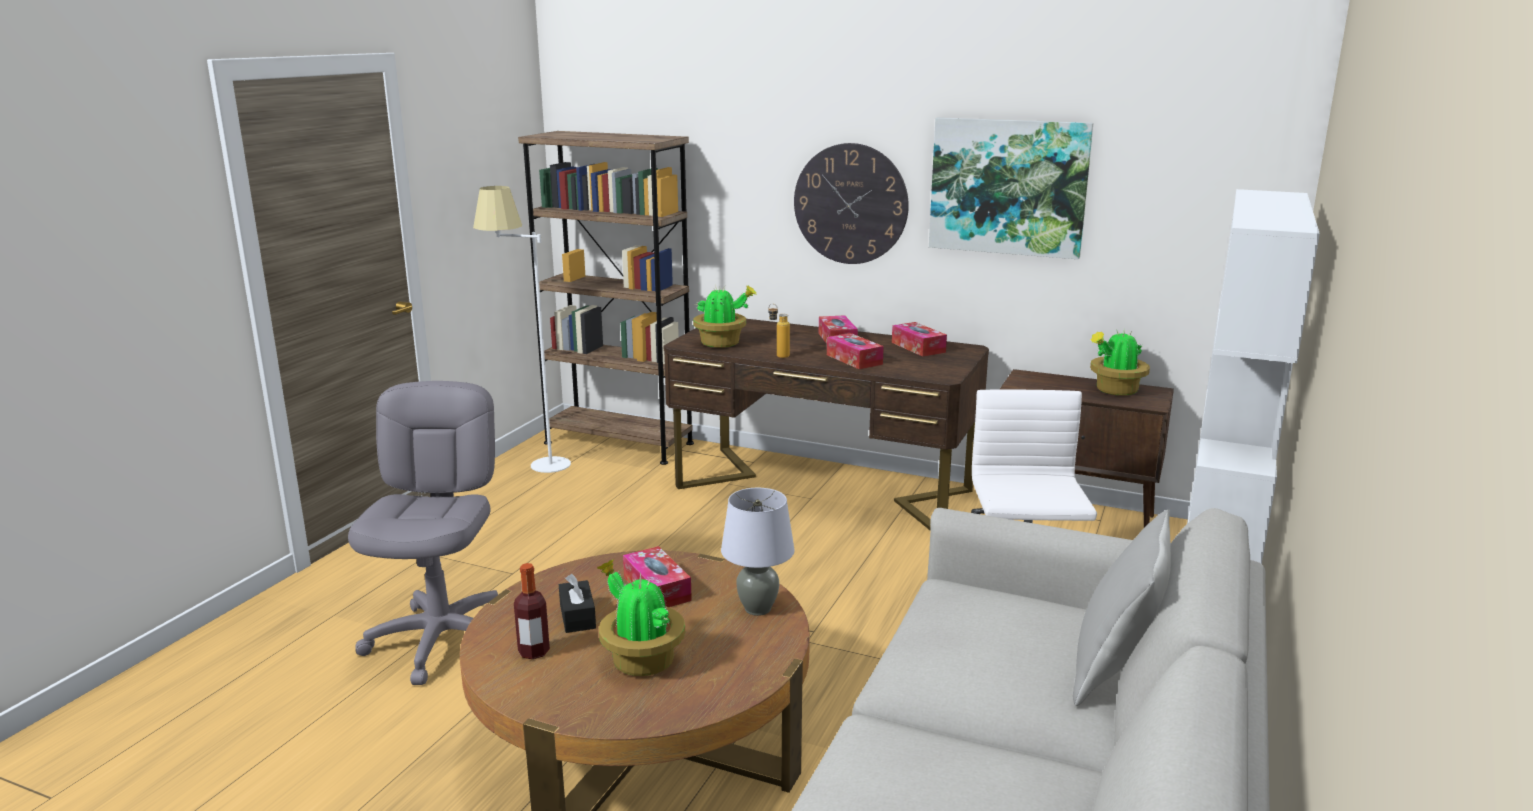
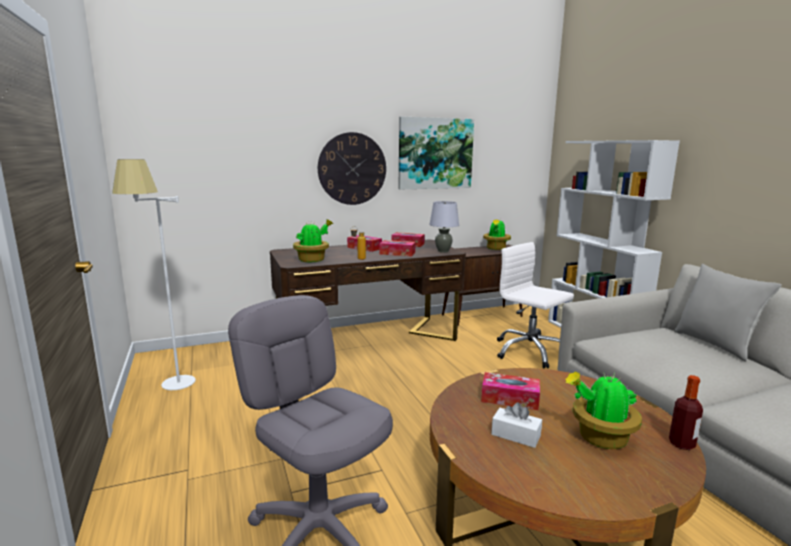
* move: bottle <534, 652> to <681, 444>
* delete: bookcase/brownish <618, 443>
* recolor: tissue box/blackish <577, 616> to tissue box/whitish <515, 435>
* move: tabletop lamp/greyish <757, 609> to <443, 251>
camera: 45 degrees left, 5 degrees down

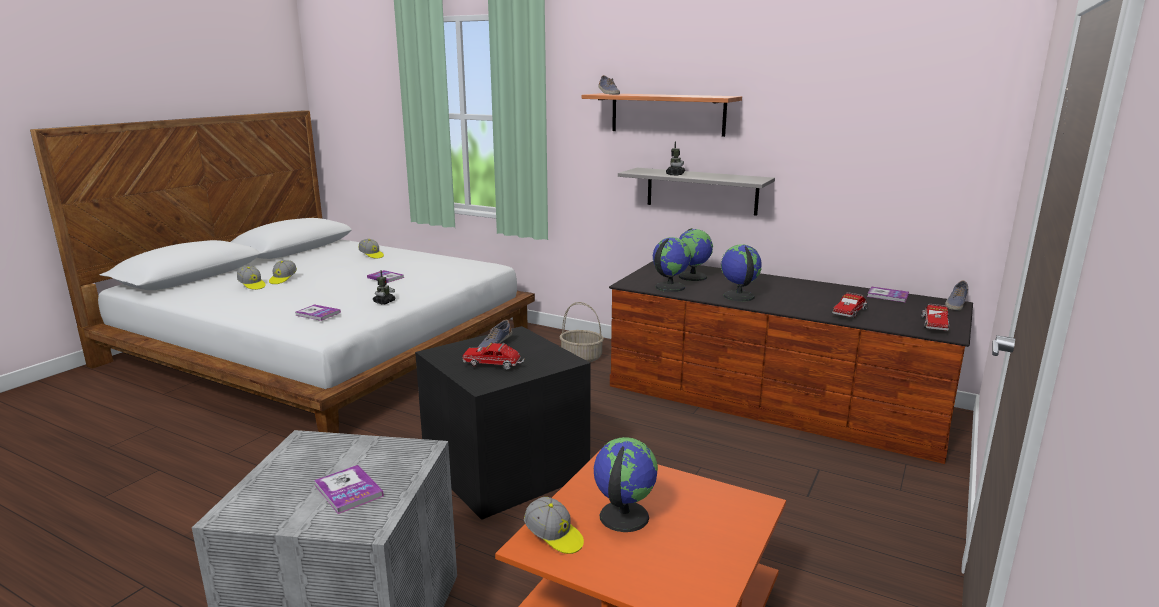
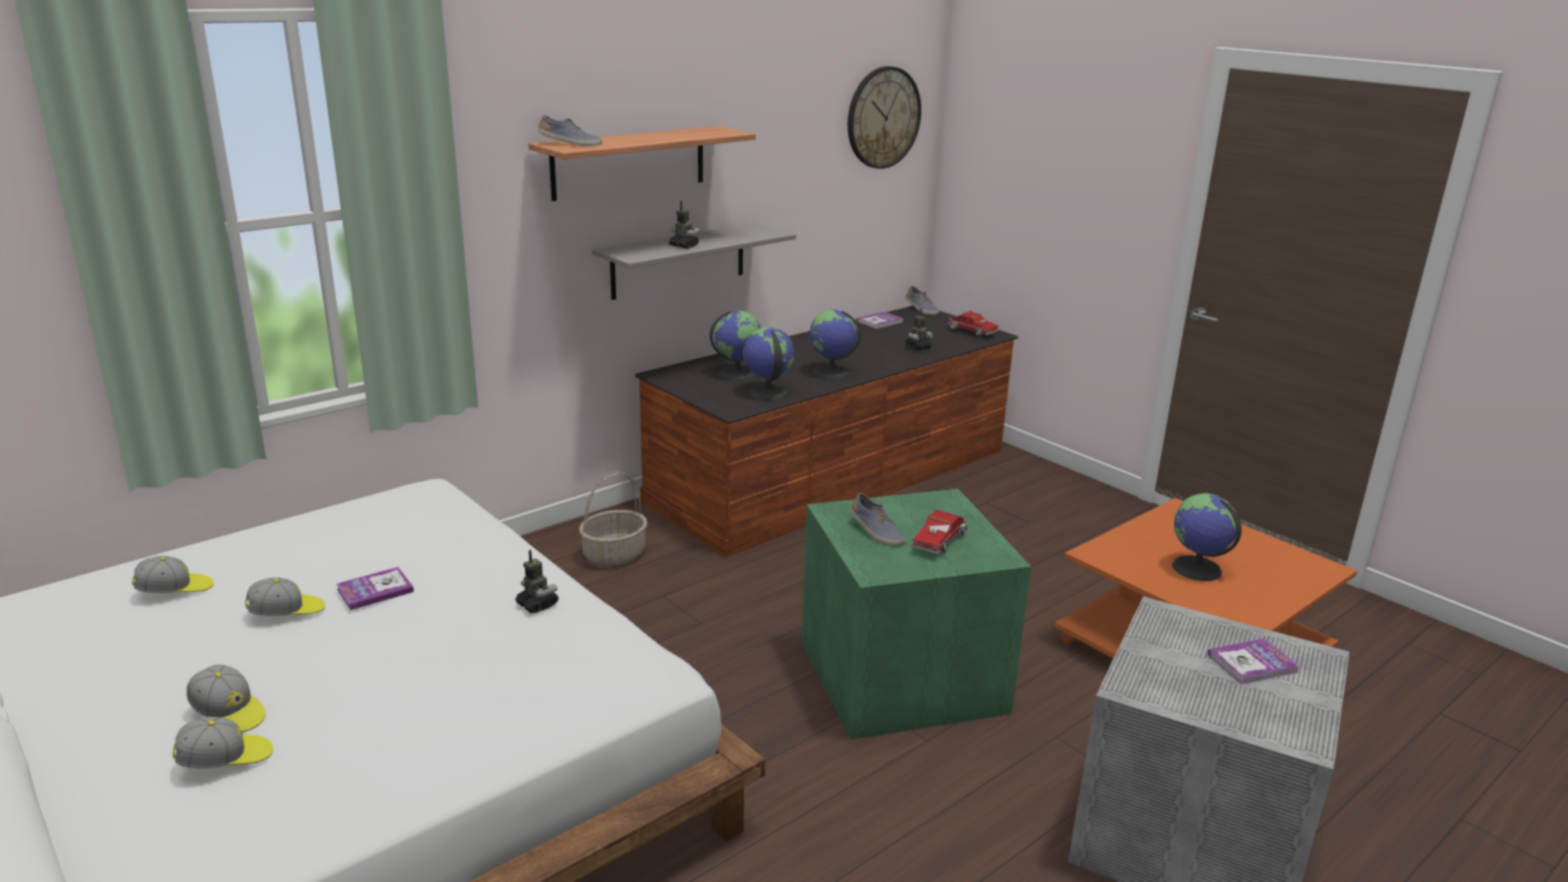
* delete: bound book <318, 314>
* recolor: storage box/blackish <508, 468> to storage box/greenish <903, 674>
* move: baseball cap <554, 537> to <287, 613>
* replace: toy truck <849, 313> to robot figure <918, 347>
* insert: clock on the wall <883, 117>
camera: 70 degrees left, 5 degrees up

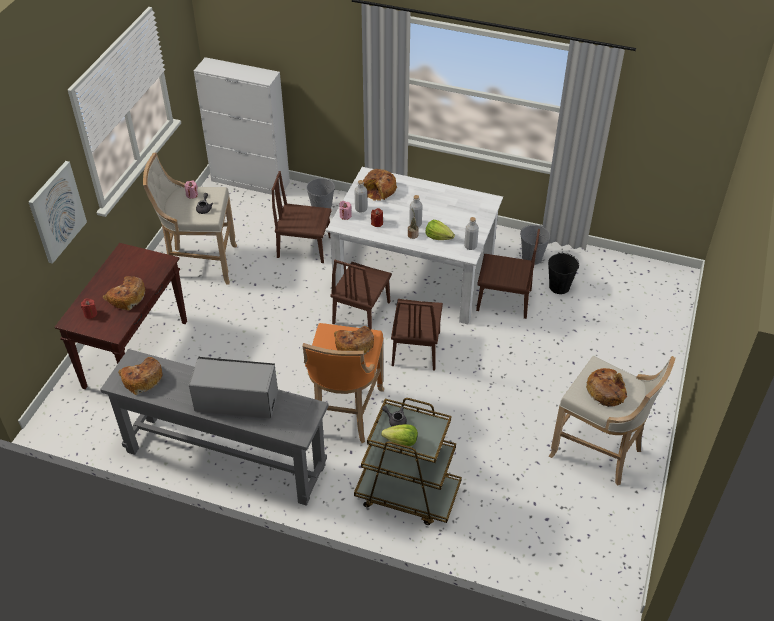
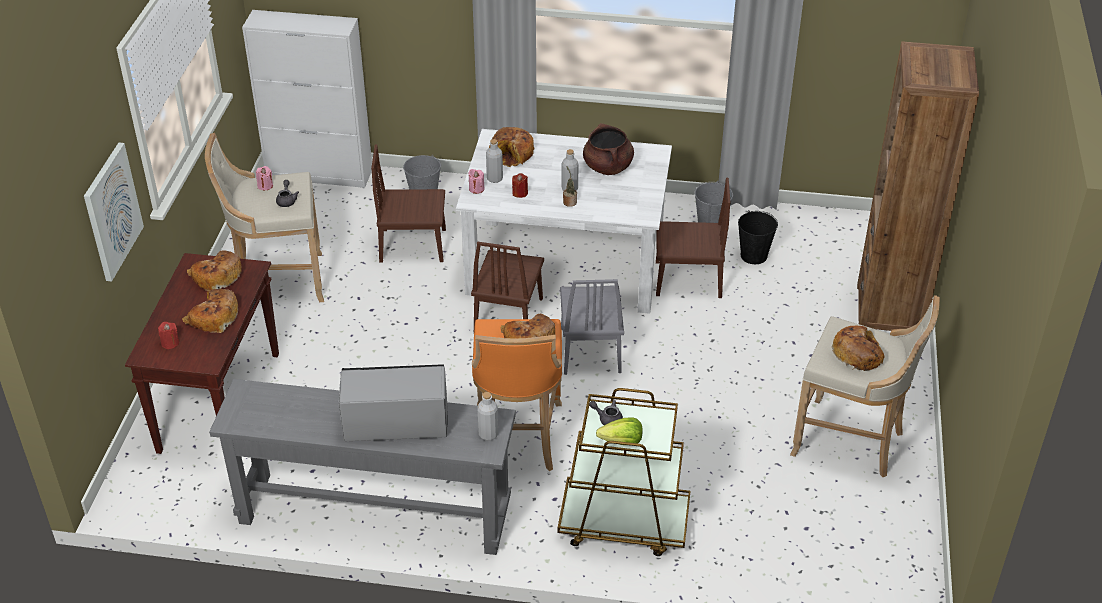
* move: bakery bread <142, 378> to <216, 276>
* recolor: upright chair/brownish <416, 348> to upright chair/greyish <590, 350>
* delete: head of lettuce <438, 237>
* move: bottle/greyish <470, 246> to <488, 434>
* insert: stockpot/brownish <608, 167>
* insert: bookcase/brownish <889, 312>
camera: 10 degrees left, 5 degrees down

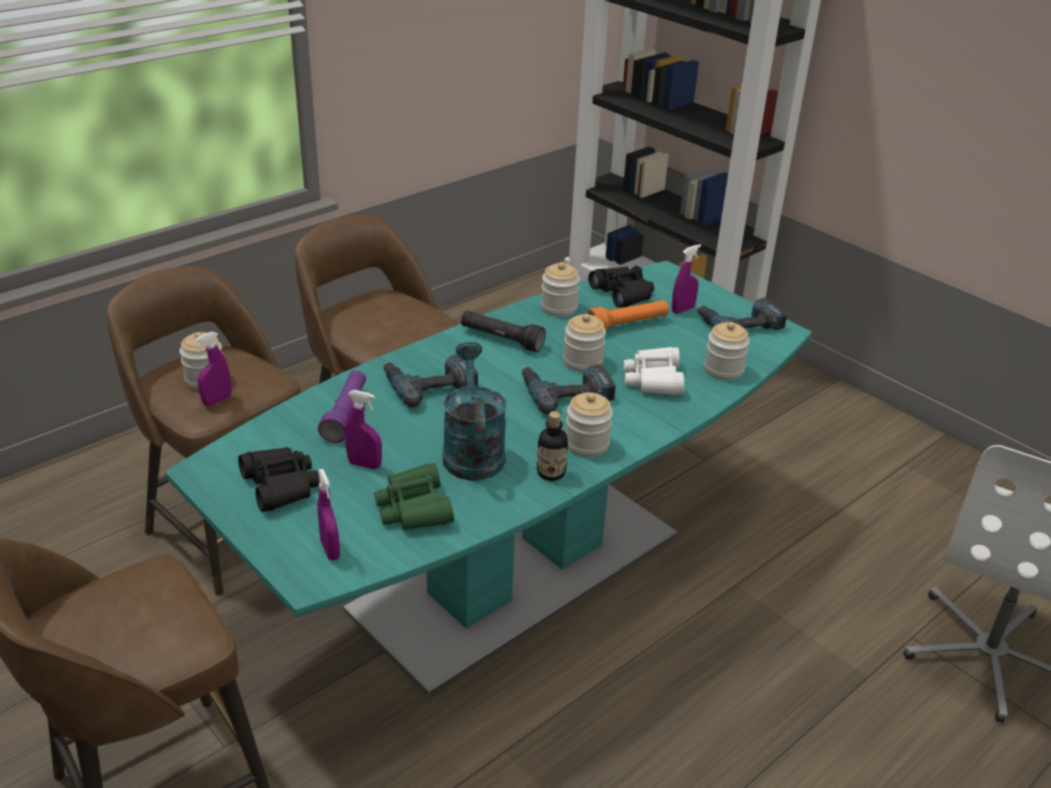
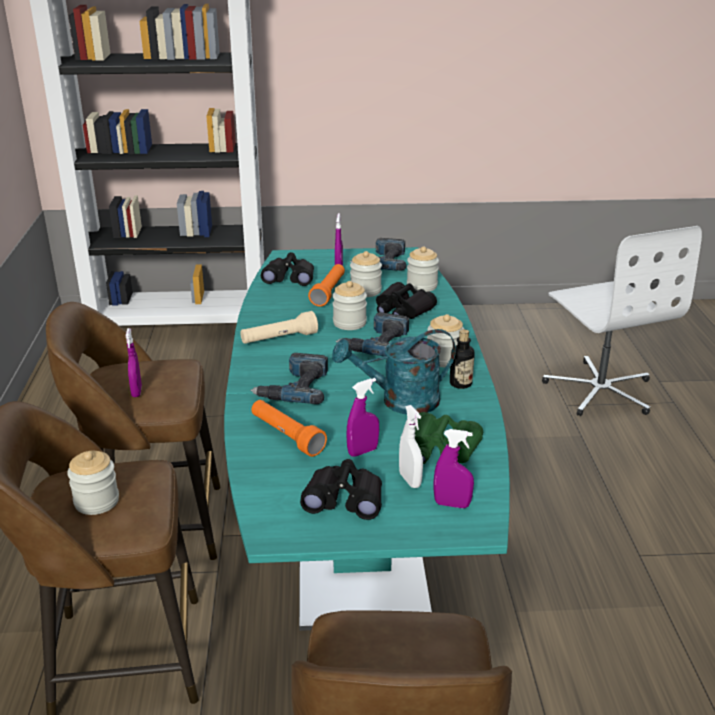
* move: hand sprayer/purple <217, 400> to <136, 391>
* recolor: torch/purple <346, 415> to torch/orange <286, 436>
* rotate: watering pot/blue-green <472, 451> = <400, 402> 45 degrees counterclockwise
* recolor: torch/blackish <501, 339> to torch/beige-coloured <279, 339>
* move: jar <559, 308> to <365, 291>
* recolor: pair of binoculars/whitish <653, 379> to pair of binoculars/blackish <402, 310>
* insert: hand sprayer/whitish <410, 480>
camera: 50 degrees left, 5 degrees down

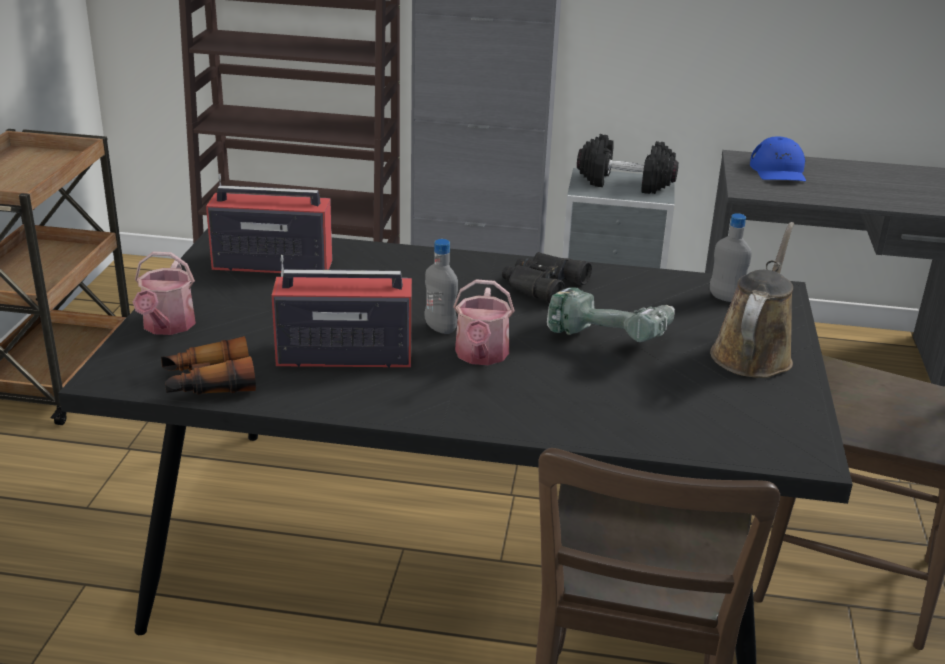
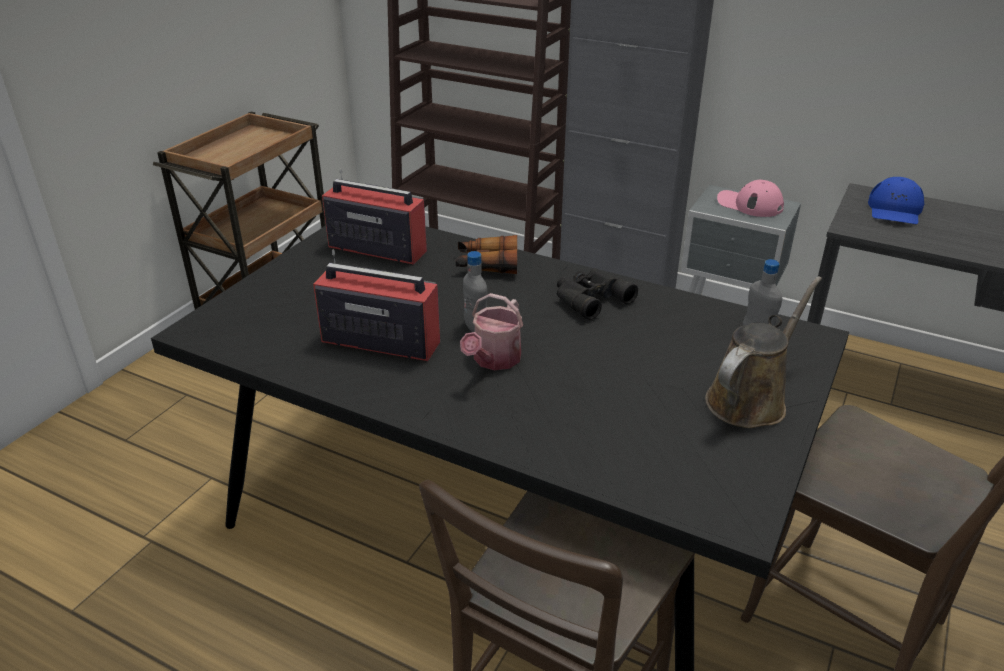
* delete: watering pot <167, 326>
* move: pair of binoculars <208, 383> to <487, 264>
* delete: power drill <610, 337>
* replace: free weight/blackish <625, 183> to baseball cap/pink-coloured <749, 204>
camera: 20 degrees right, 5 degrees up

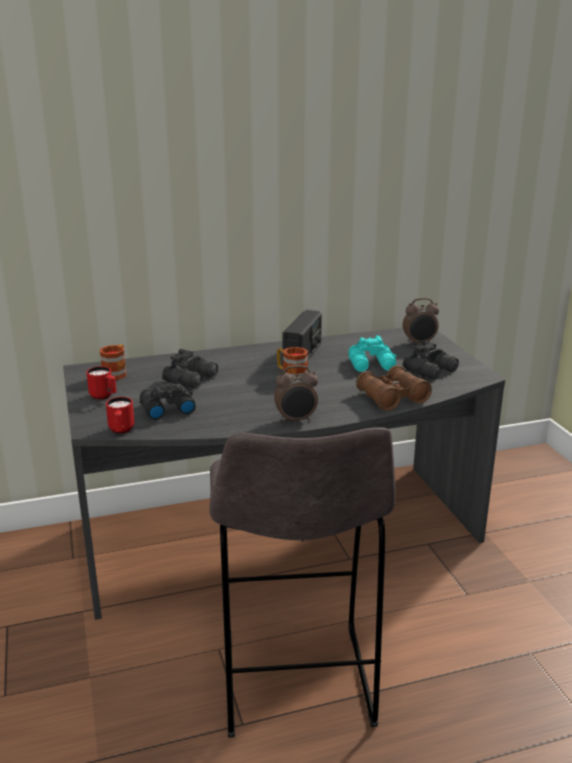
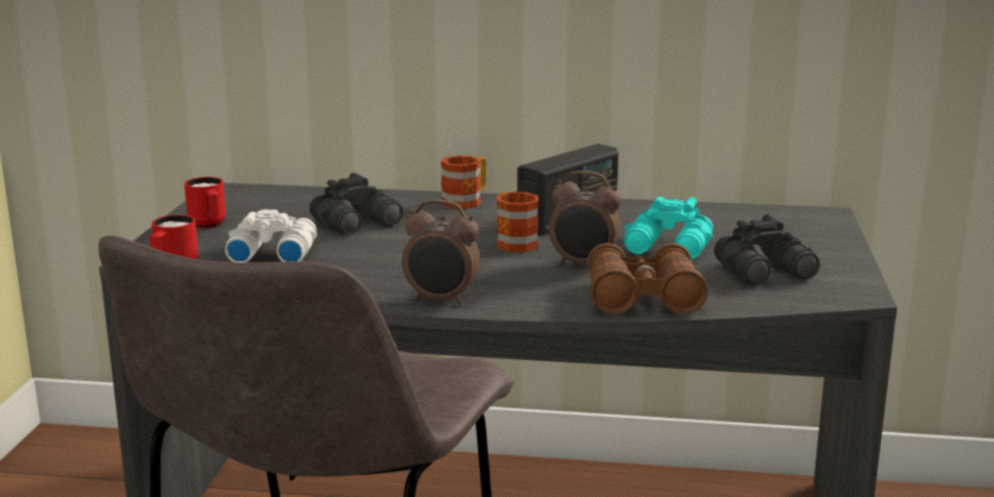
* move: tea mug <116, 373> to <466, 201>
* recolor: pair of binoculars/blackish <166, 408> to pair of binoculars/whitish <271, 253>
* move: alarm clock <419, 343> to <583, 265>
camera: 25 degrees right, 5 degrees down

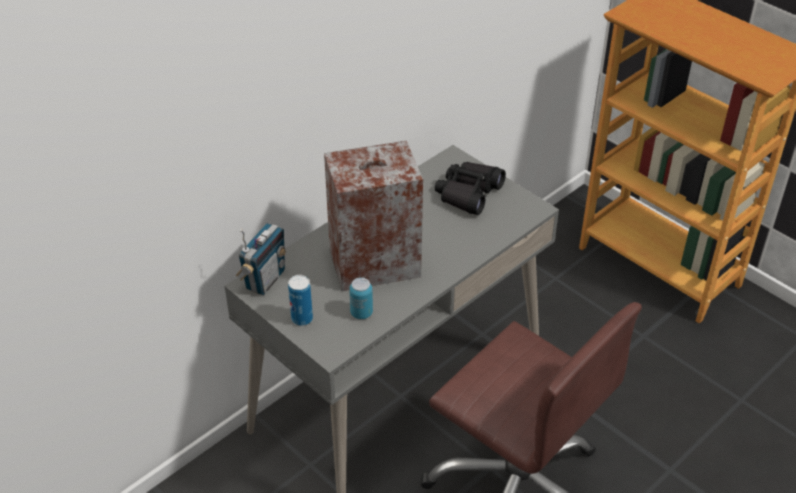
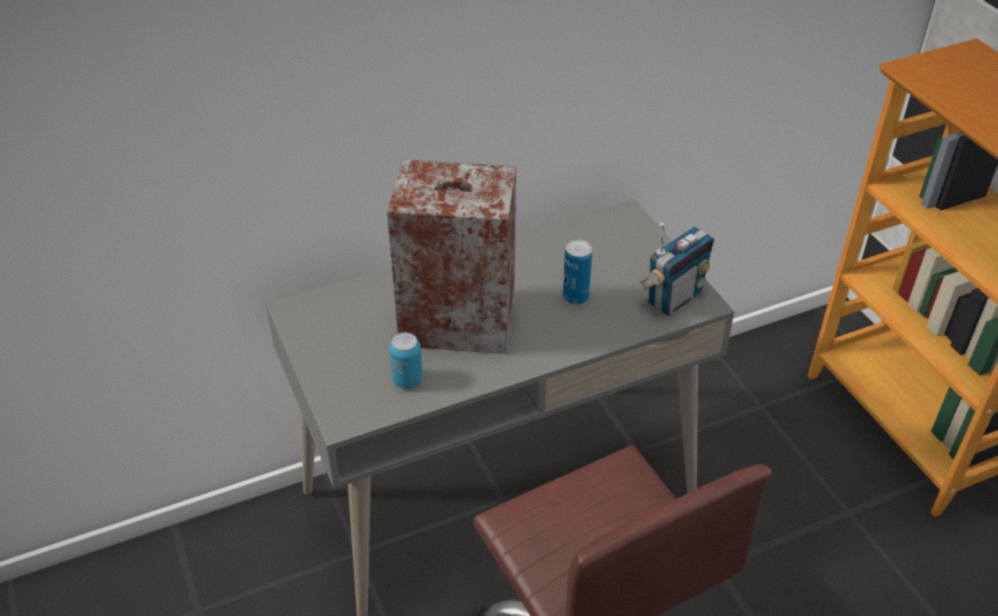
* move: radio set <265, 280> to <673, 298>
* move: can <302, 319> to <575, 297>
* delete: pair of binoculars/blackish <468, 193>
camera: 20 degrees right, 0 degrees up

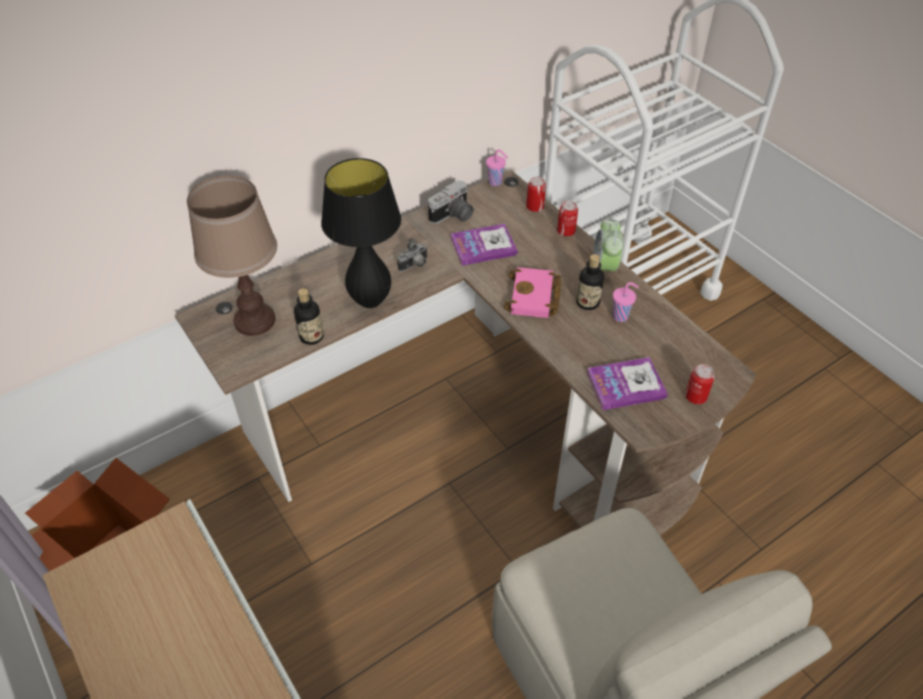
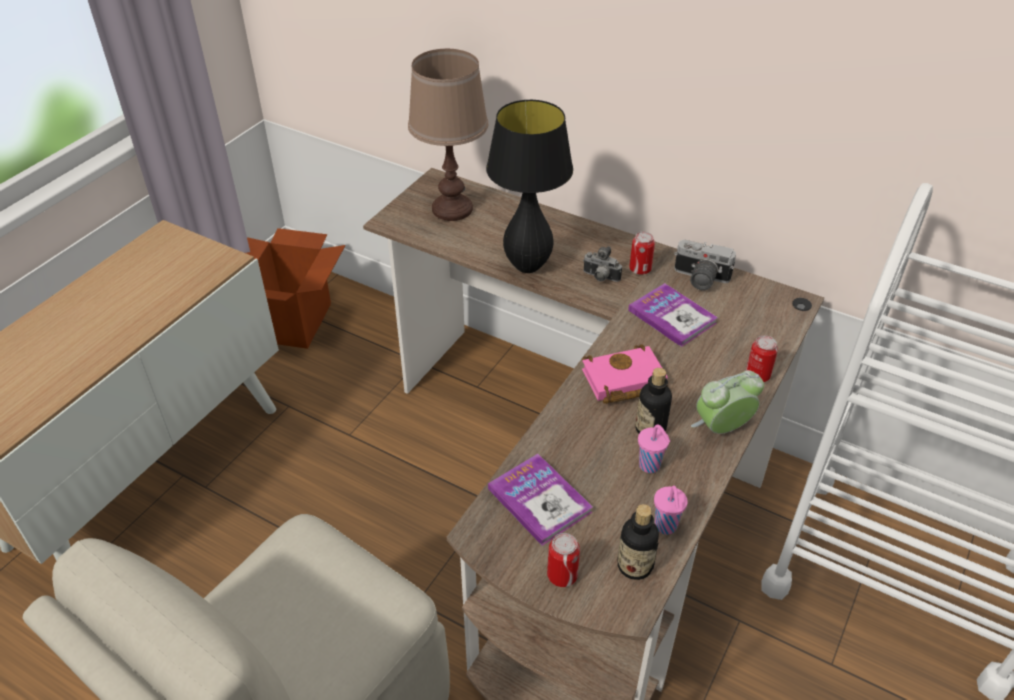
* move: bottle <311, 336> to <634, 566>
* move: cup/pink-coloured <496, 182> to <666, 527>
* move: can <535, 207> to <640, 269>
camera: 65 degrees right, 5 degrees down

